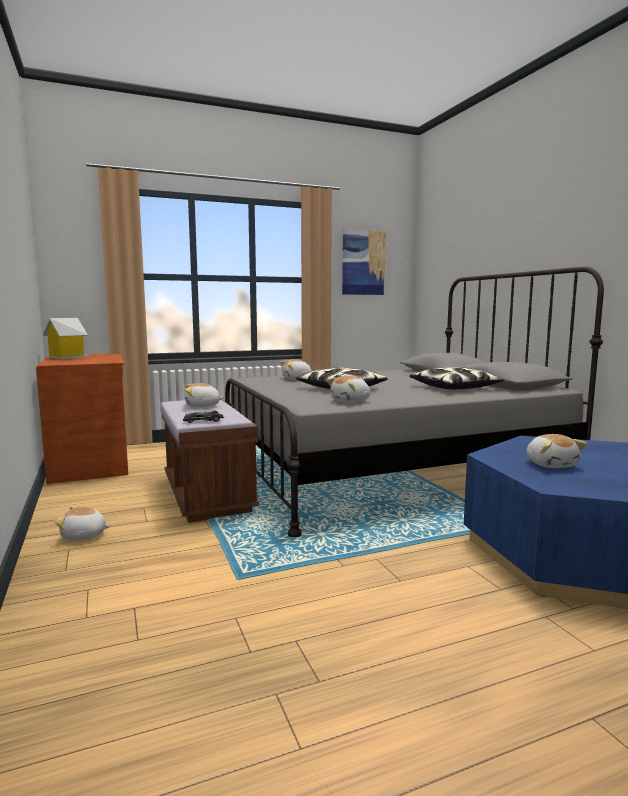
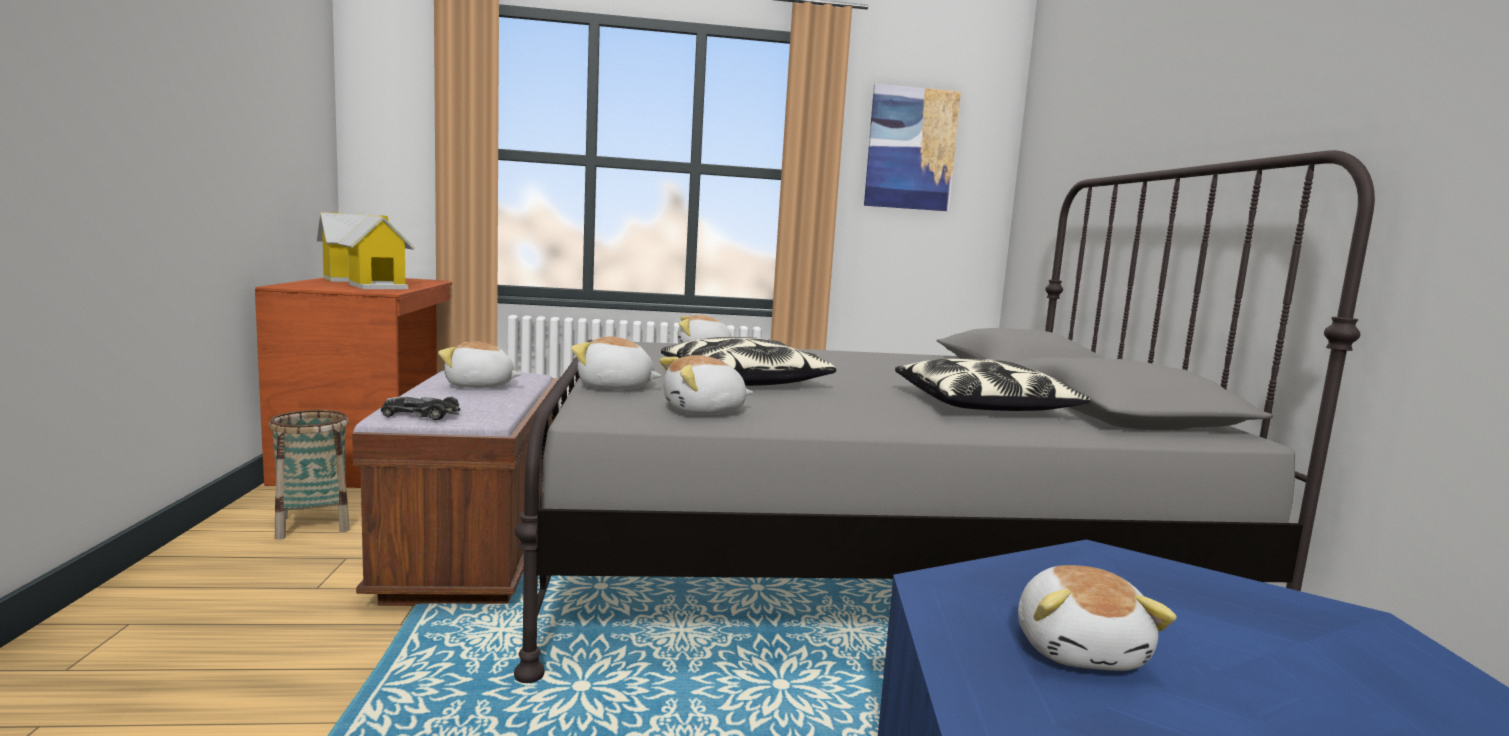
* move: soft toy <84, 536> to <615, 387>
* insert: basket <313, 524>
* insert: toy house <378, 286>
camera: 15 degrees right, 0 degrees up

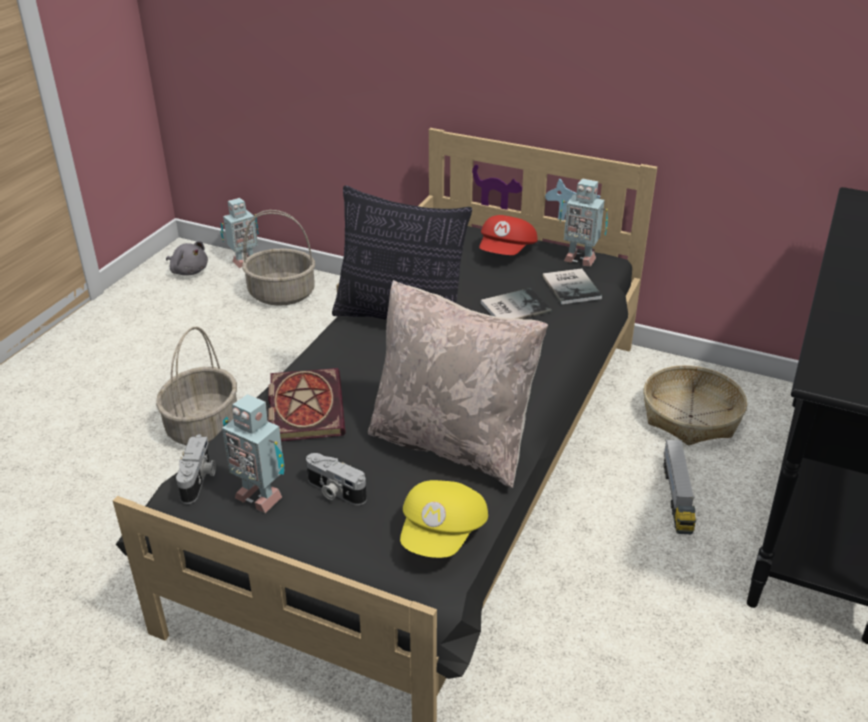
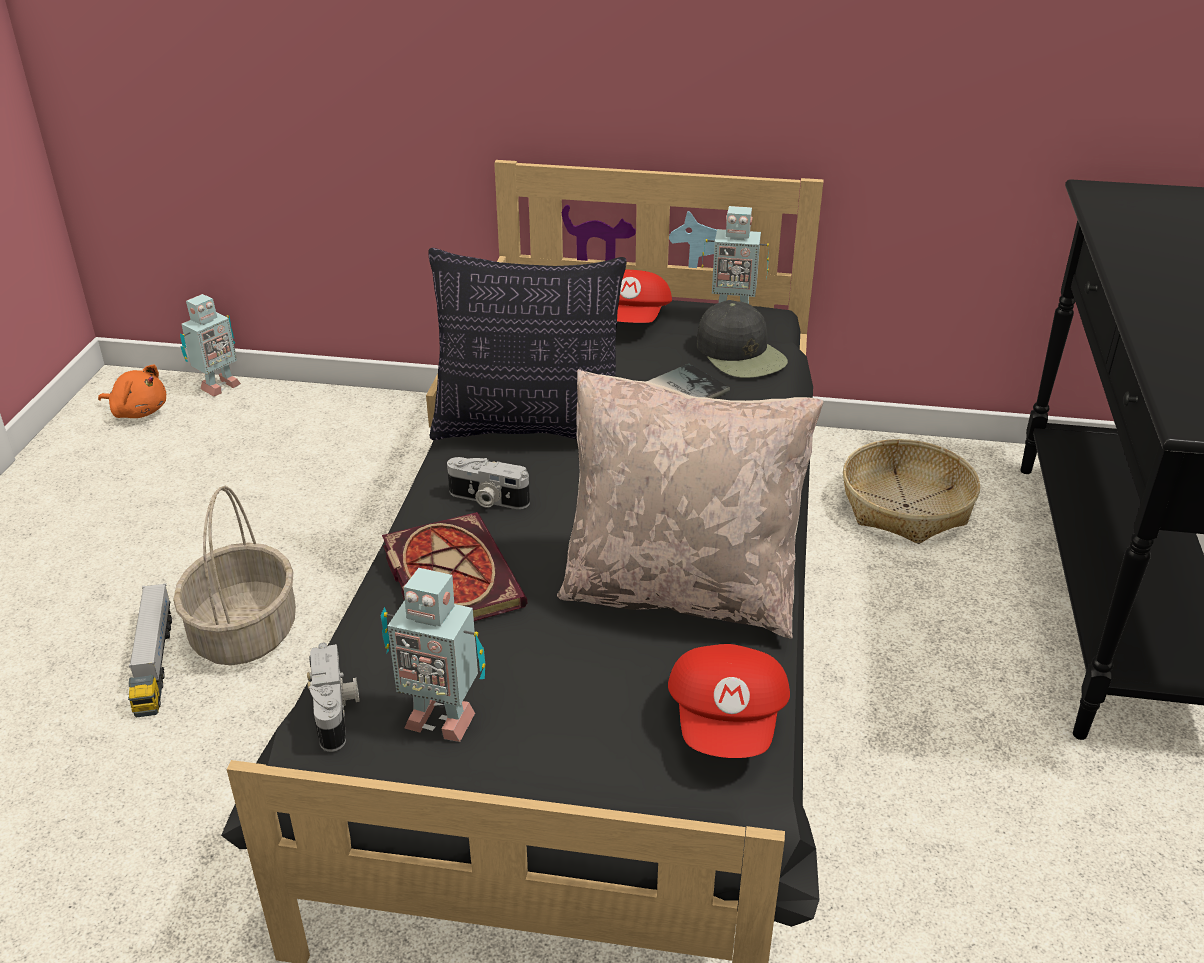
* recolor: soft toy/greyish <189, 271> to soft toy/orange <138, 411>
* delete: basket <282, 294>
* move: photo camera <334, 491> to <487, 499>
* recolor: baseball cap/yellow-coloured <443, 534> to baseball cap/reddish <728, 722>
* replace: bound book <572, 286> to baseball cap/blackish <741, 354>
* move: toy truck <676, 496> to <154, 663>
camera: 15 degrees left, 0 degrees up

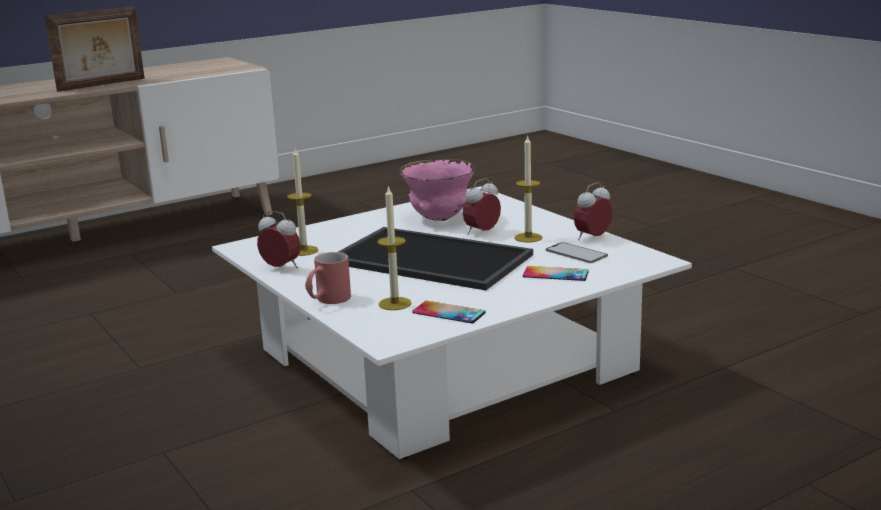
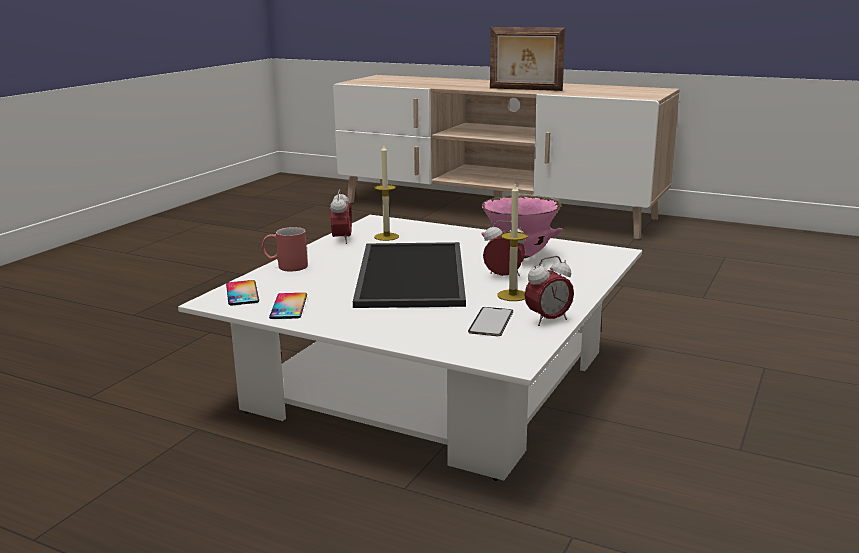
* delete: candle <395, 303>
* move: phone <555, 274> to <242, 293>
* rotate: alarm clock <592, 238> = <548, 320> 135 degrees clockwise
camera: 60 degrees right, 0 degrees up

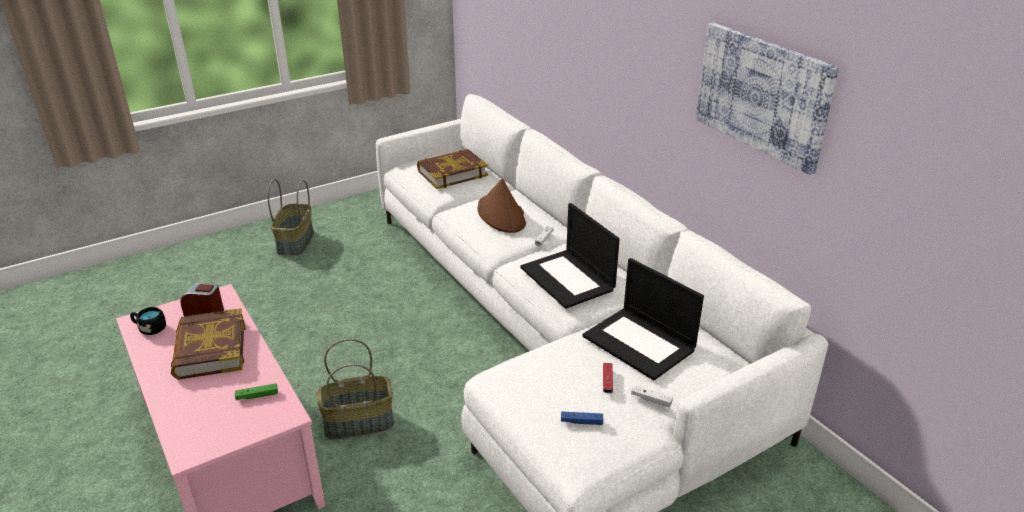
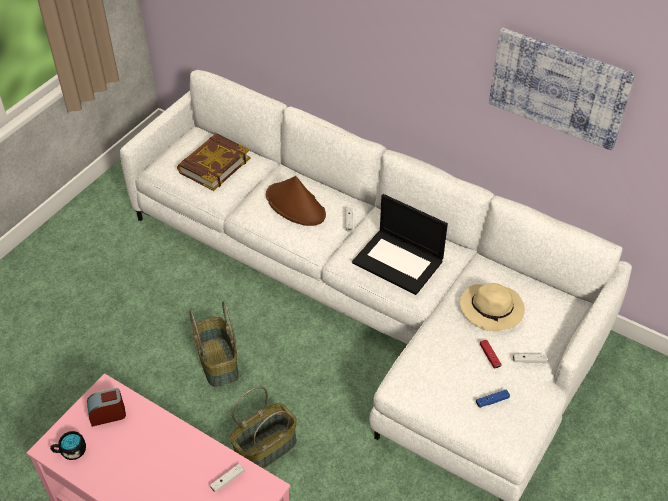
* delete: bound book <210, 350>
* recolor: joypad/greenish <257, 396> to joypad/whitish <227, 480>
* move: basket <296, 242> to <219, 362>
* replace: portable computer <640, 343> to clothing hat/beige-coloured <492, 309>
camera: 25 degrees left, 15 degrees up

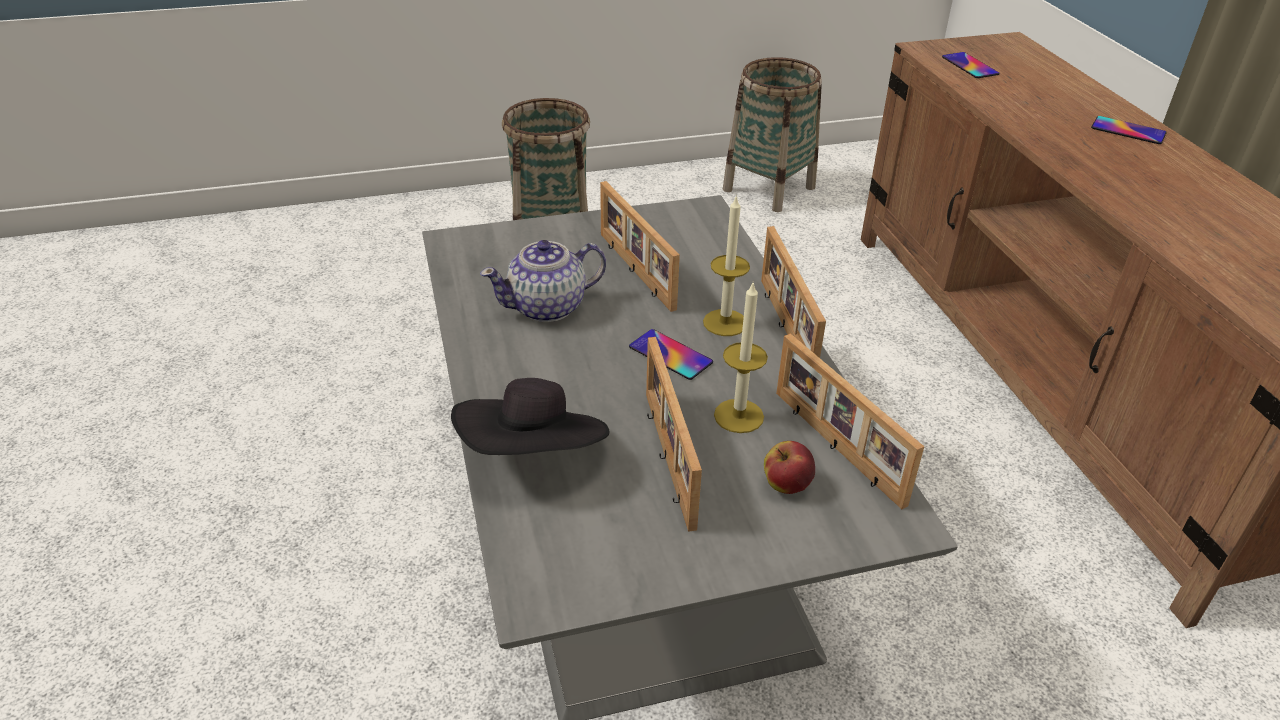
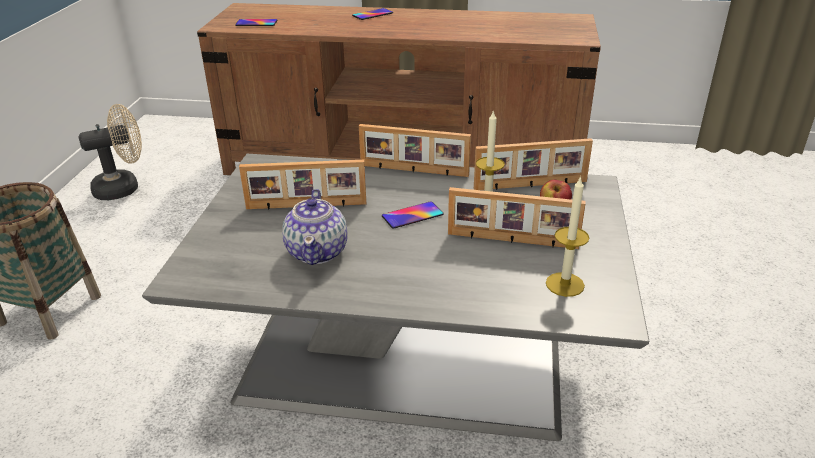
* delete: clothing hat/blackish <534, 454>
* move: candle <725, 322> to <565, 284>
* replace: basket <769, 188> to fan/beige-coloured <124, 188>
camera: 65 degrees left, 5 degrees down

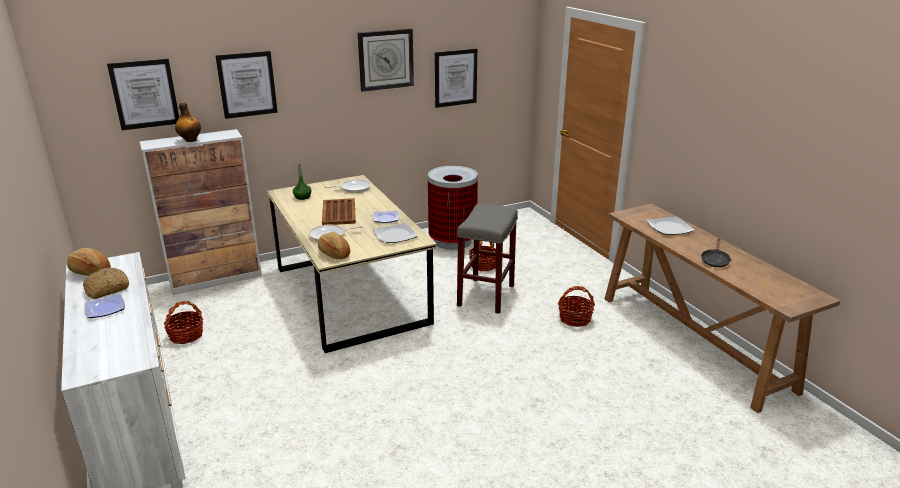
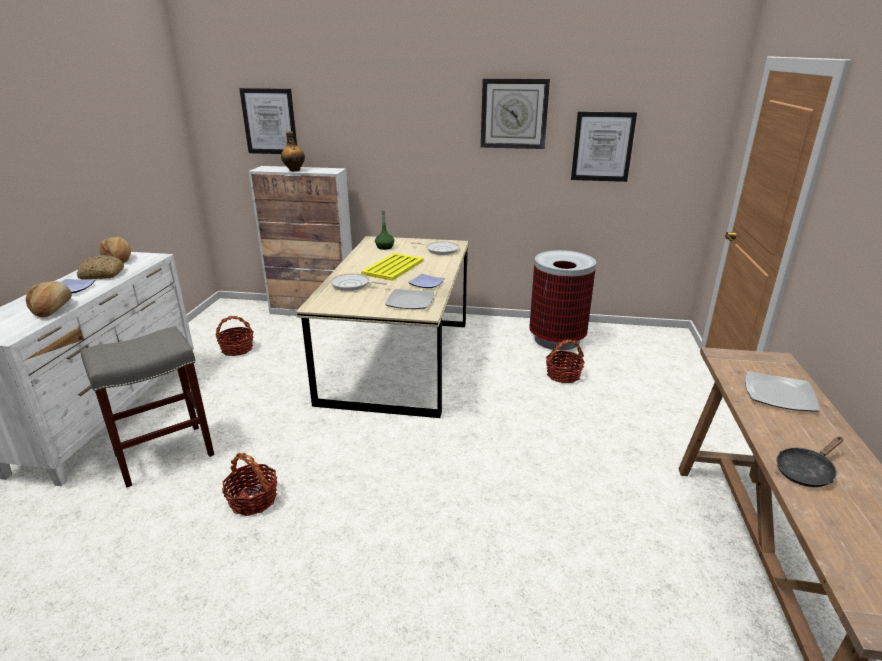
* delete: wall picture <247, 84>
* move: bakery bread <334, 253> to <53, 309>
* recolor: serving tray/brownish <338, 213> to serving tray/yellow-coloured <392, 267>
* move: stool/greyish <486, 296> to <163, 455>
* move: basket <575, 319> to <253, 500>
camera: 35 degrees right, 0 degrees up

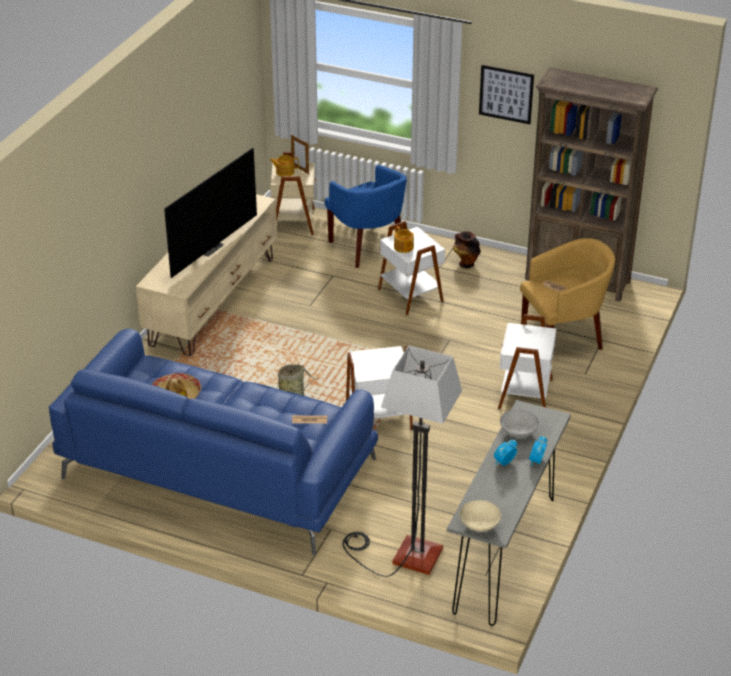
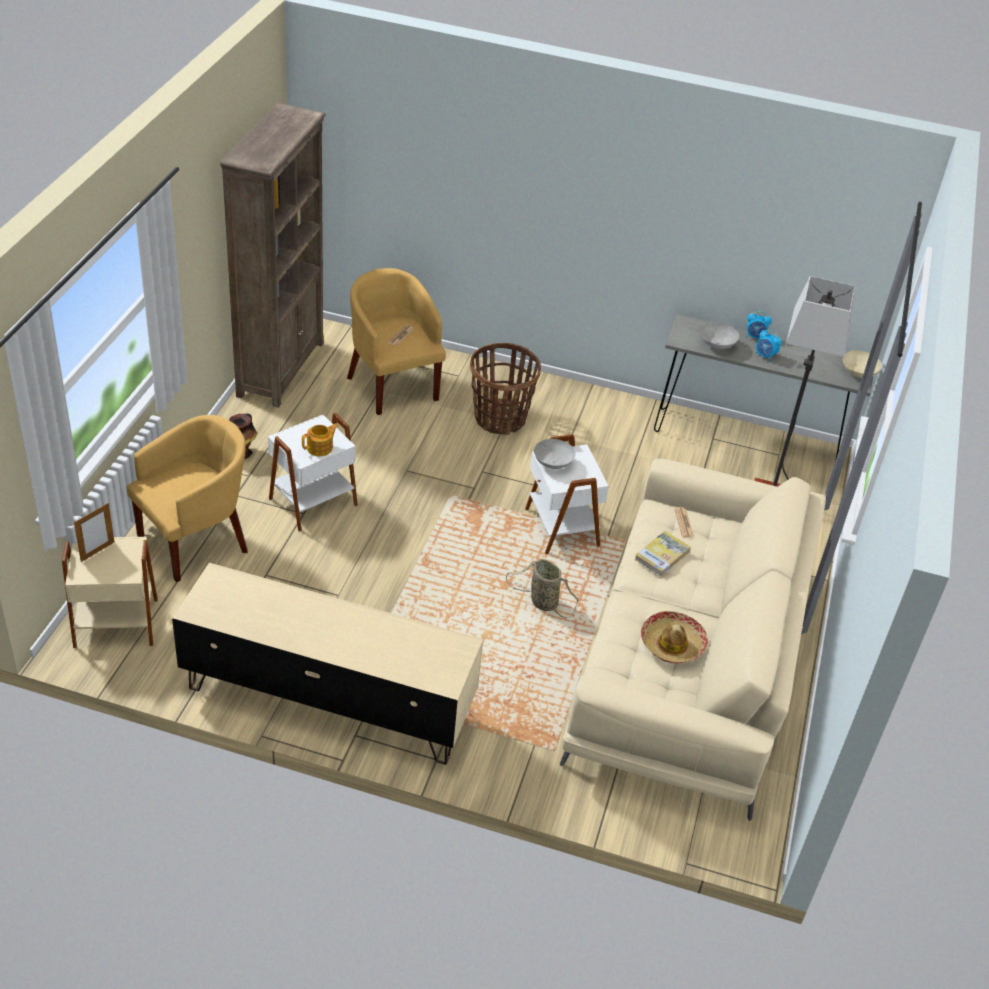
* recolor: sofa/blue <216, 468> to sofa/beige-coloured <686, 663>
* delete: TV set <209, 247>
* delete: teapot <284, 172>
* recolor: lounge chair/blue <368, 247> to lounge chair/yellow-coloured <196, 541>
* delete: wall picture <506, 94>
* replace: end table/whitish <524, 394> to basket <500, 418>
* insert: deep dish/greyish <552, 463>
* insert: bound book <662, 555>
camera: 100 degrees left, 5 degrees up

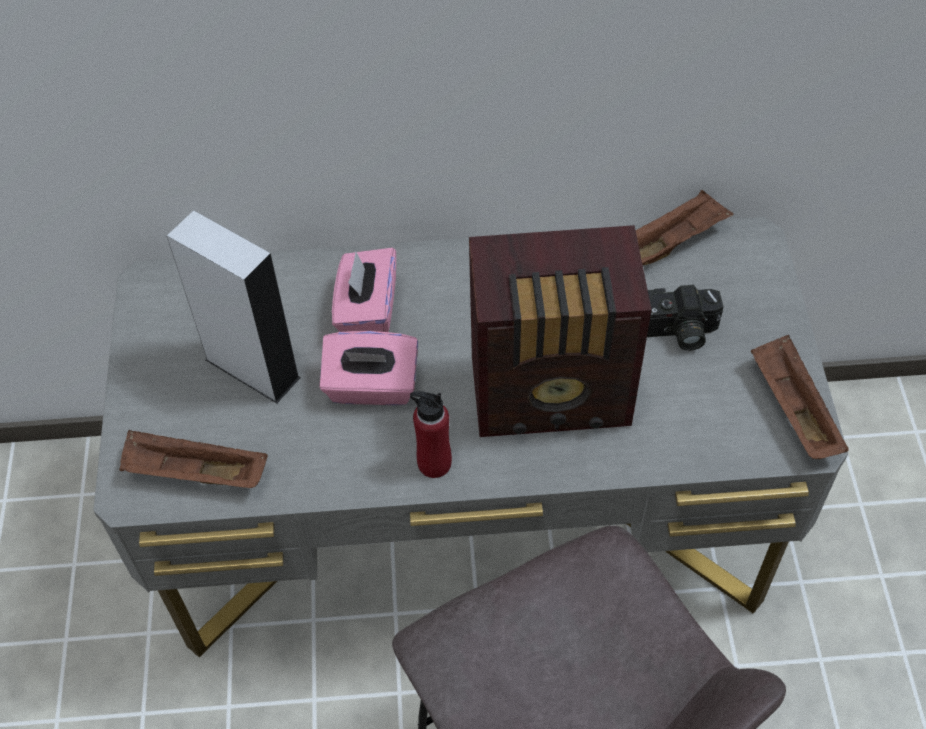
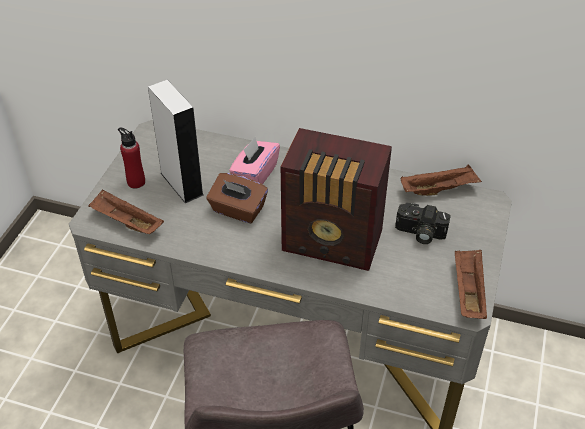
* recolor: tissue box/pink-coloured <371, 387> to tissue box/brownish <237, 210>
* move: bottle/reddish <434, 463> to <136, 182>
camera: 20 degrees right, 10 degrees down

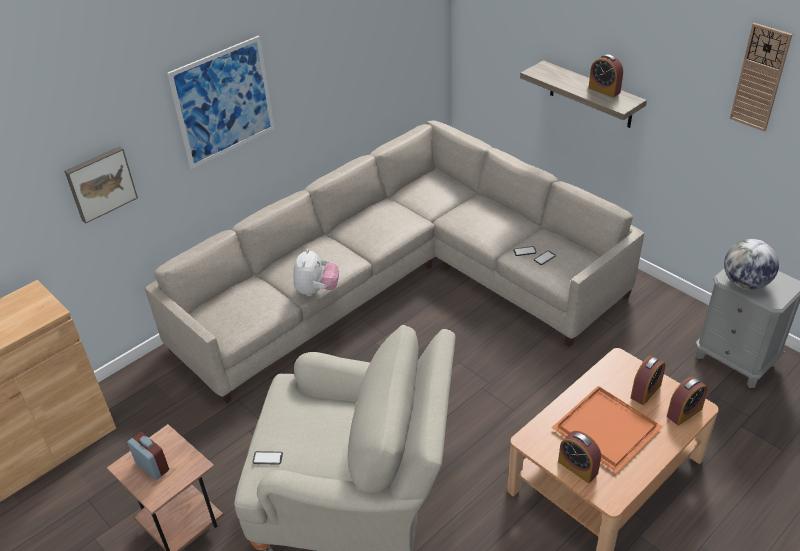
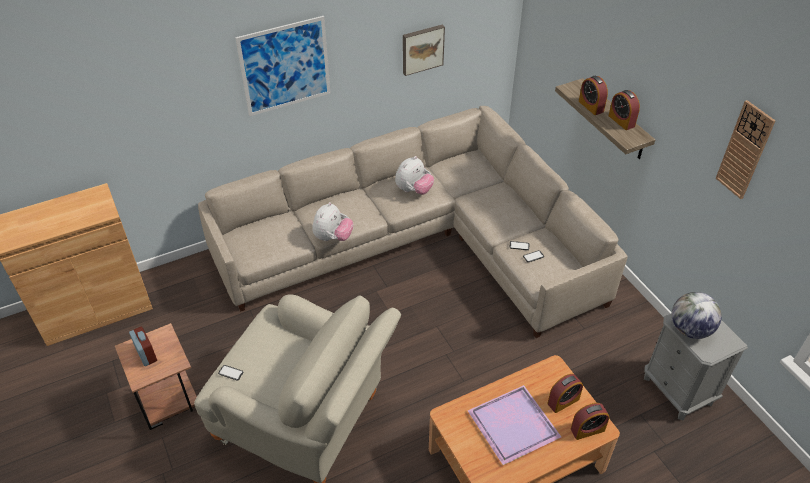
* move: wall picture <100, 183> to <422, 49>
* recolor: serving tray/orange <606, 431> to serving tray/purple <513, 427>
* move: alarm clock <577, 467> to <591, 106>
* insert: soft toy <414, 190>
camera: 15 degrees right, 5 degrees up

